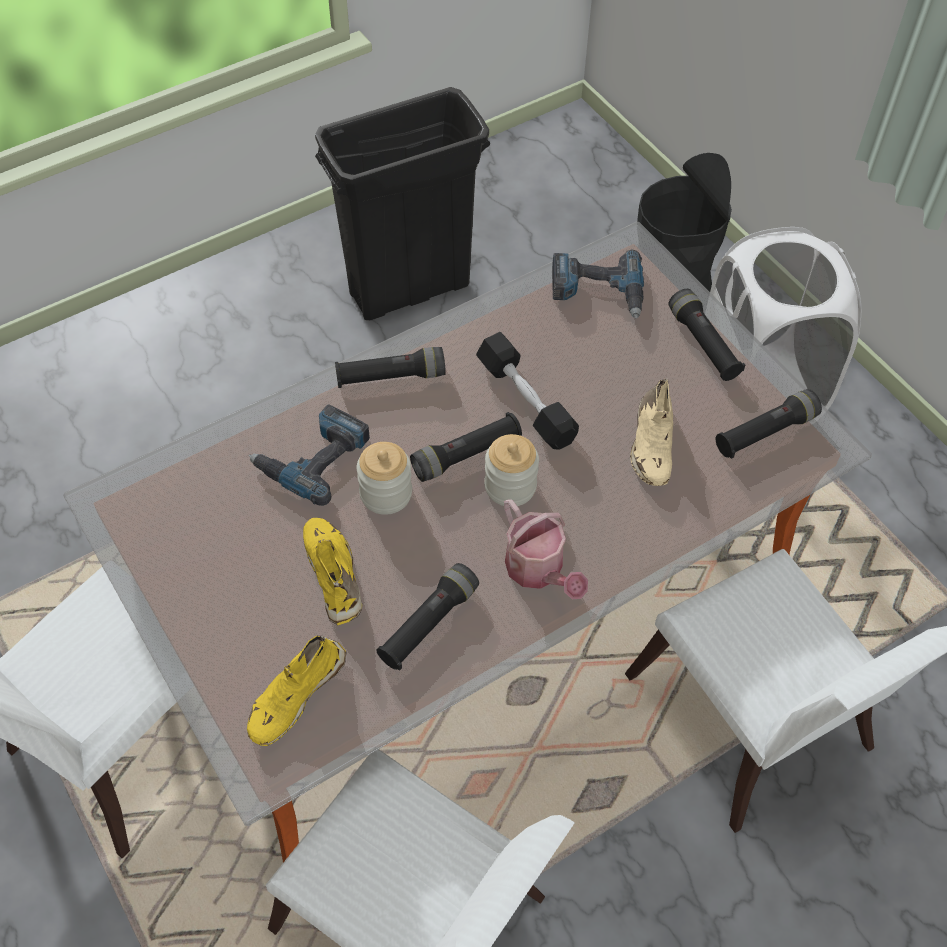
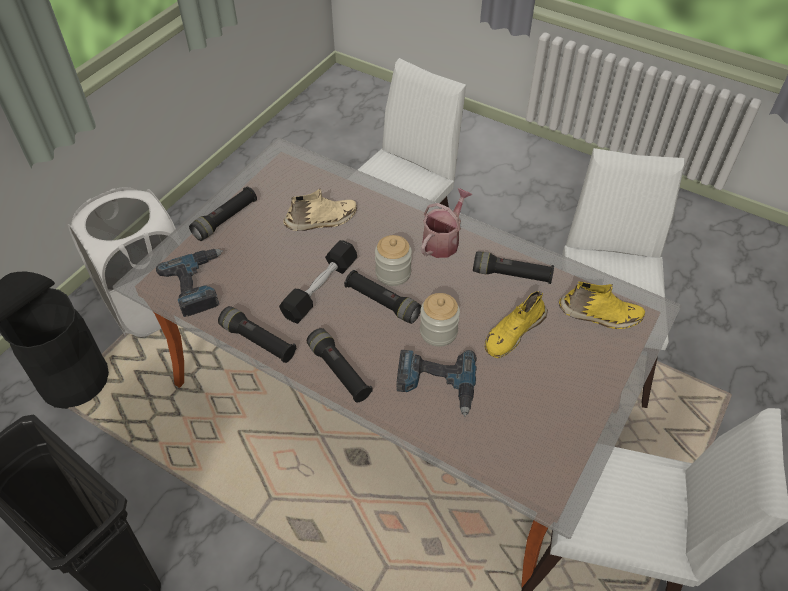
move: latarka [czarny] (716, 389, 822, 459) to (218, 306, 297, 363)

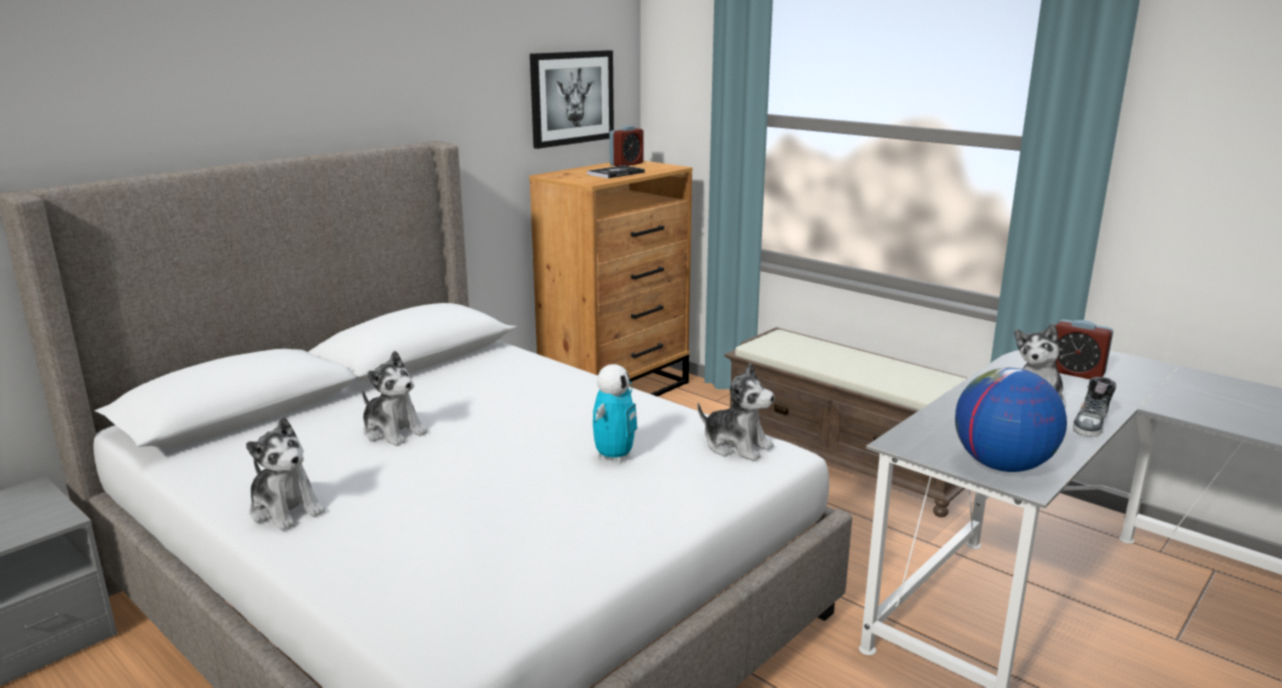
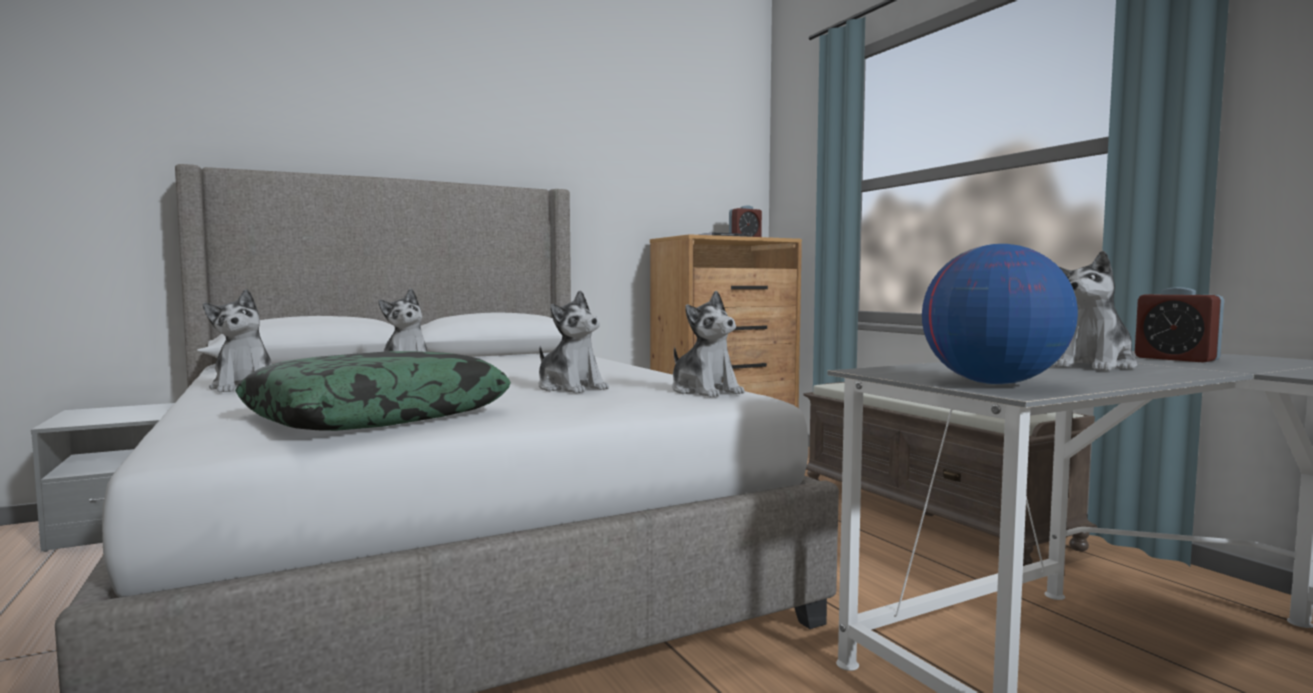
delete: obraz (530, 50, 614, 149); but (1073, 377, 1116, 437)
insert: poduszka (235, 351, 511, 431)
replace: robot zabawkowy (593, 364, 637, 463) to pluszak (539, 290, 609, 393)

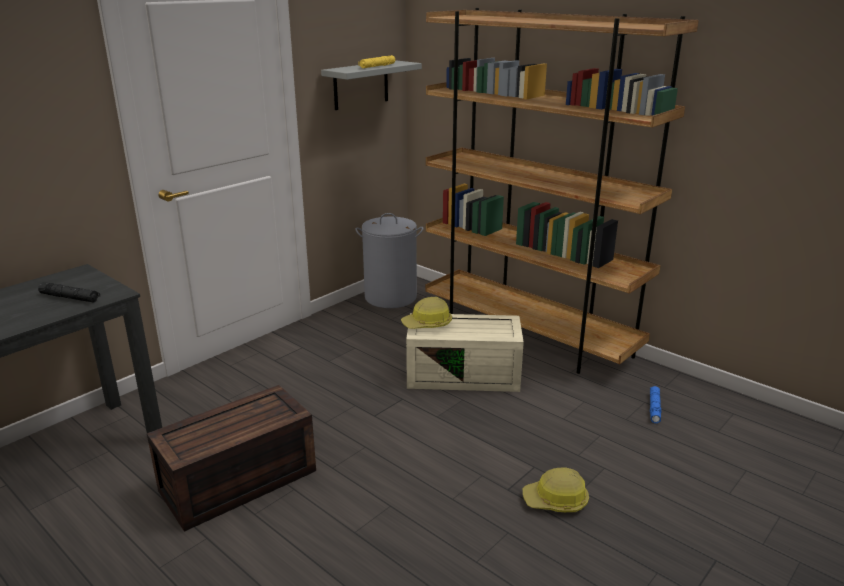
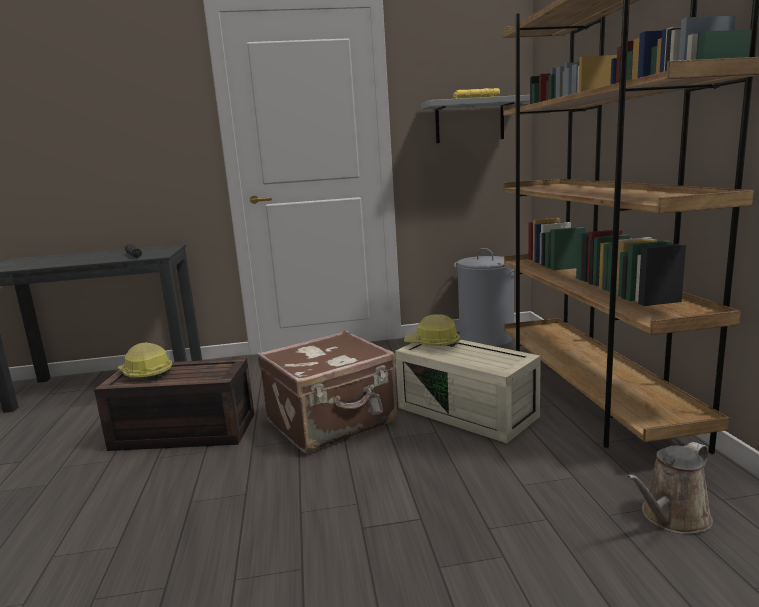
insert: walizka [brązowy] (257, 331, 398, 453)
move: kask (523, 467, 589, 512) to (118, 343, 173, 380)
replace: latarka [niebieski] (650, 386, 661, 423) to konewka [brązowy] (626, 442, 713, 534)

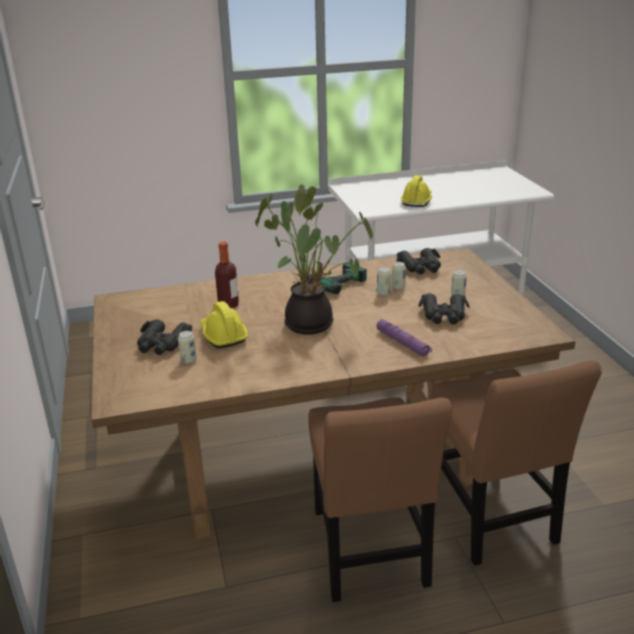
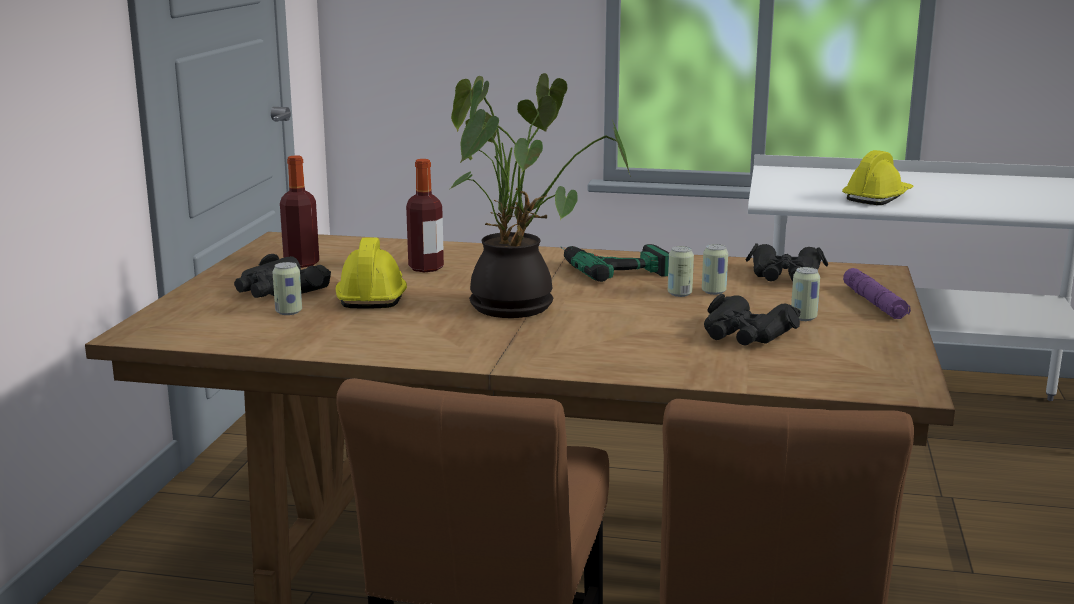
insert: butelka (280, 155, 319, 268)
move: latarka [fioletowy] (377, 319, 432, 357) to (843, 268, 911, 319)

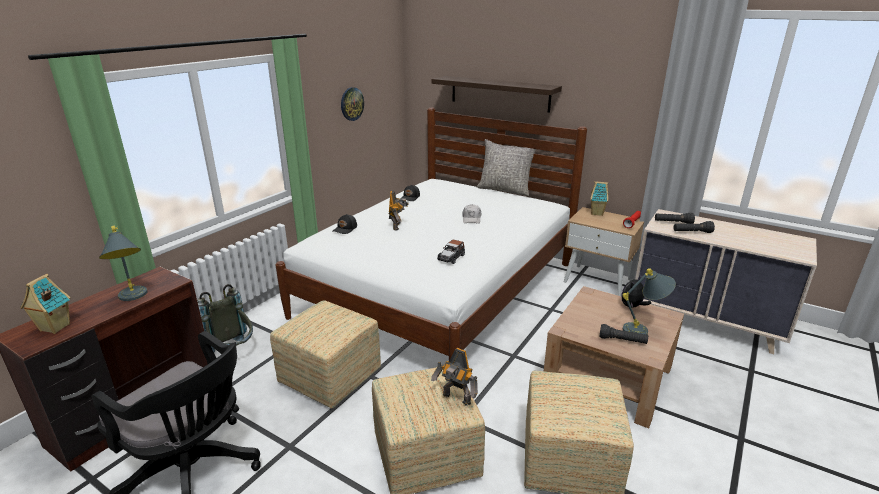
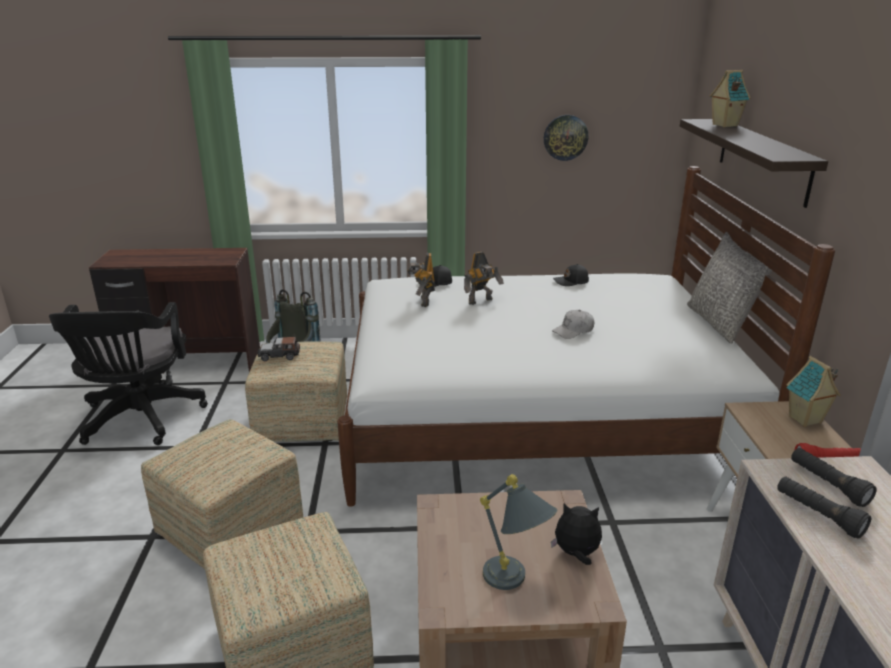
delete: lampa stołowa [szary] (99, 226, 148, 301); latarka [czarny] (599, 324, 648, 344)
move: samochodzik (437, 240, 465, 264) to (257, 337, 300, 361); robot zabawkowy (431, 348, 478, 406) to (407, 253, 435, 307); domek (20, 274, 71, 334) to (710, 70, 750, 127)

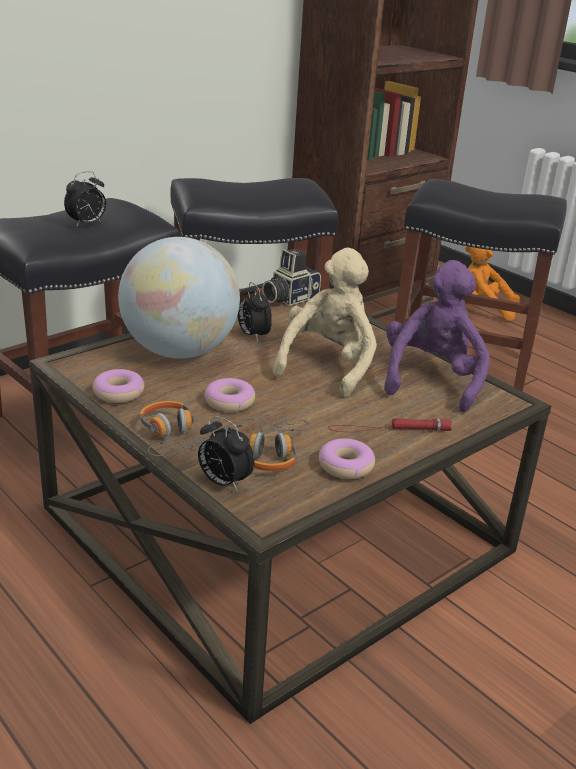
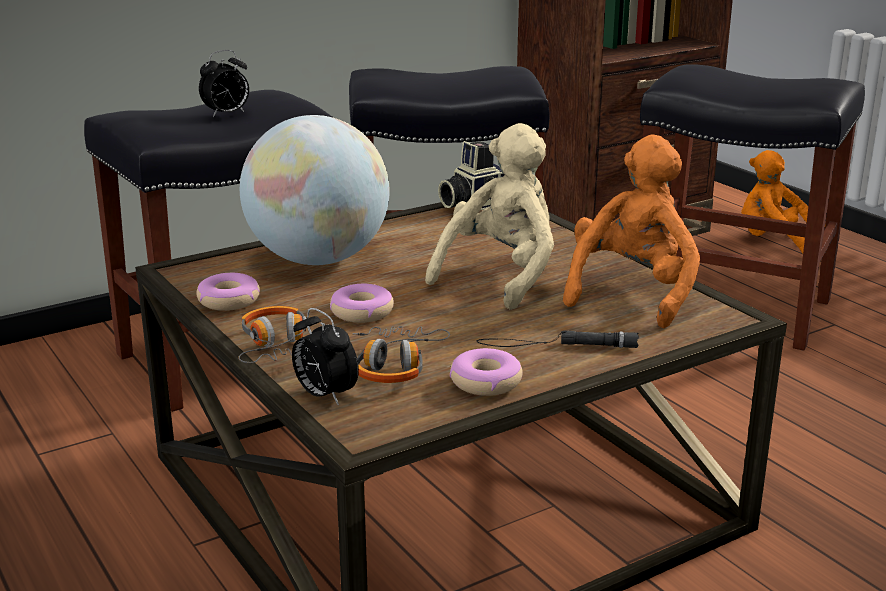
delete: budzik (238, 282, 272, 342)
recolor: latarka [czerwony] (328, 418, 452, 433) to latarka [czarny] (477, 331, 639, 348); pluszak [fioletowy] (384, 260, 490, 412) to pluszak [pomarańczowy] (563, 135, 700, 328)

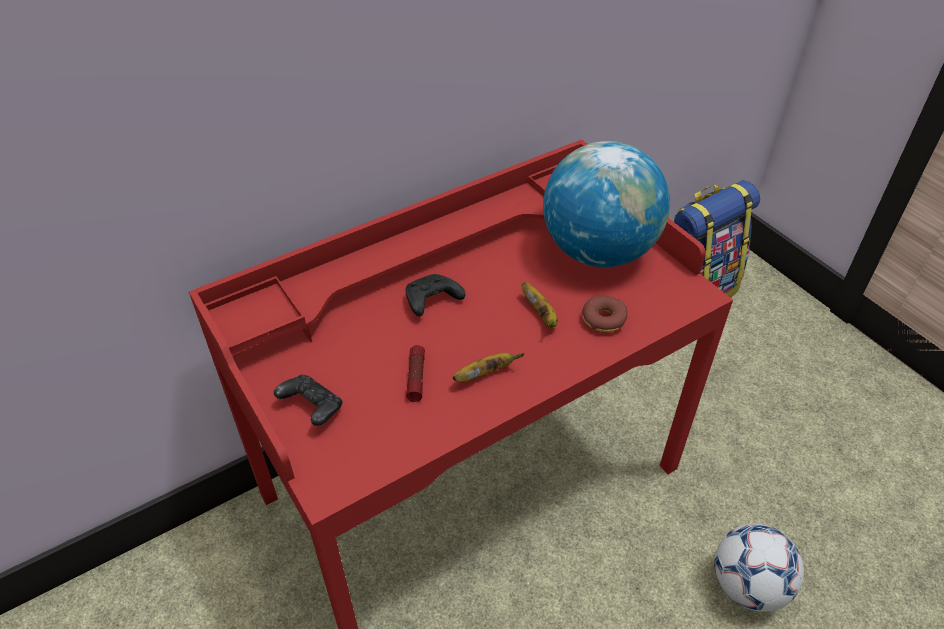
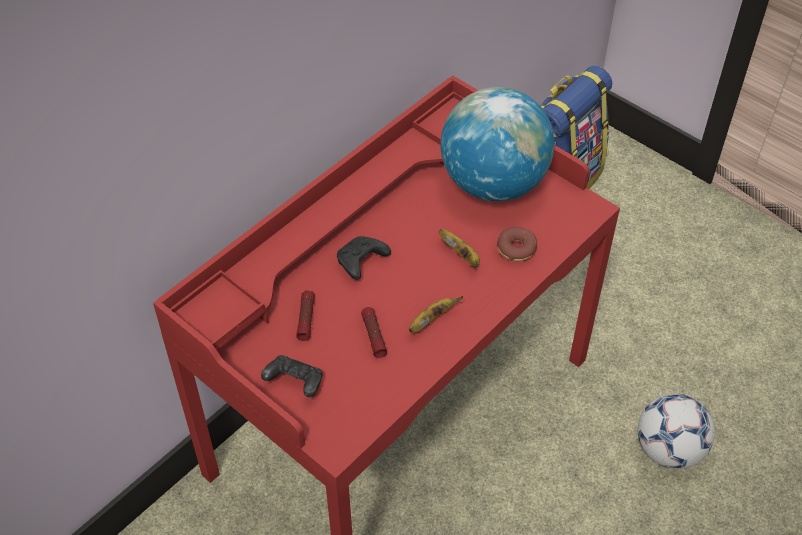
insert: latarka (296, 290, 315, 341)

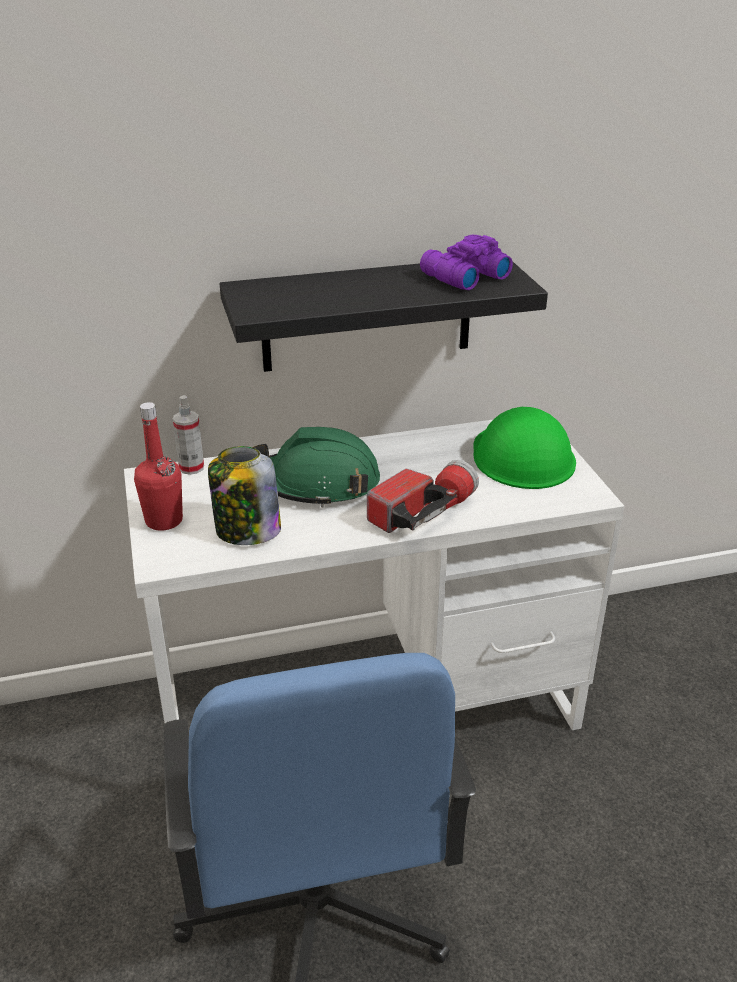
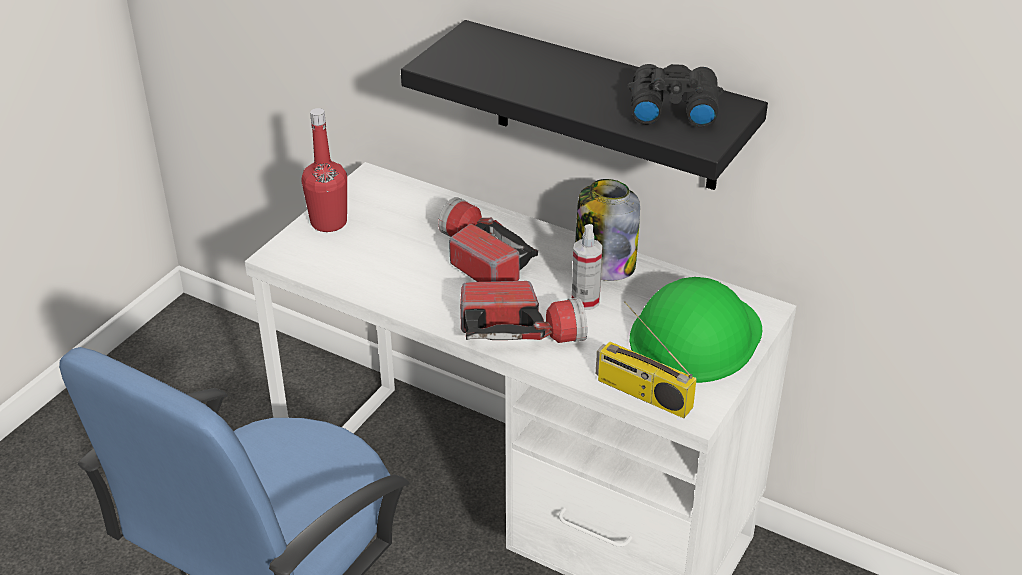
insert: radio (596, 301, 697, 418)
move: spryskiwacz (173, 395, 204, 475) to (572, 224, 603, 310); słoik (208, 446, 281, 545) to (575, 179, 640, 281)
replace: kask [zielony] (252, 427, 380, 508) to latarka (438, 197, 538, 282)
recolor: lornetka [fioletowy] (420, 235, 513, 290) to lornetka [czarny] (627, 64, 724, 128)

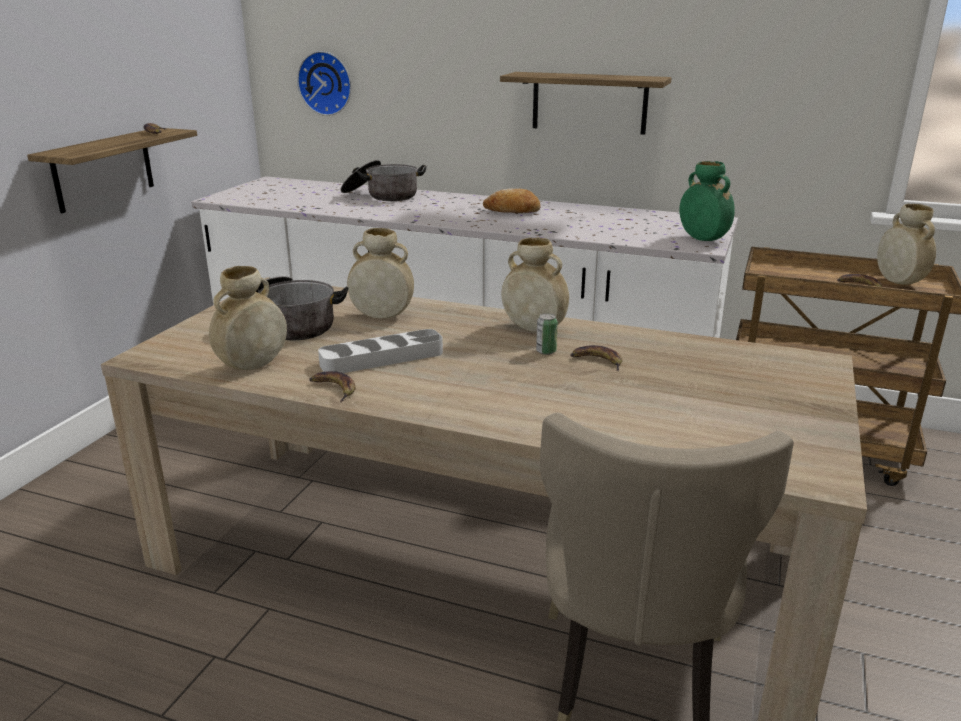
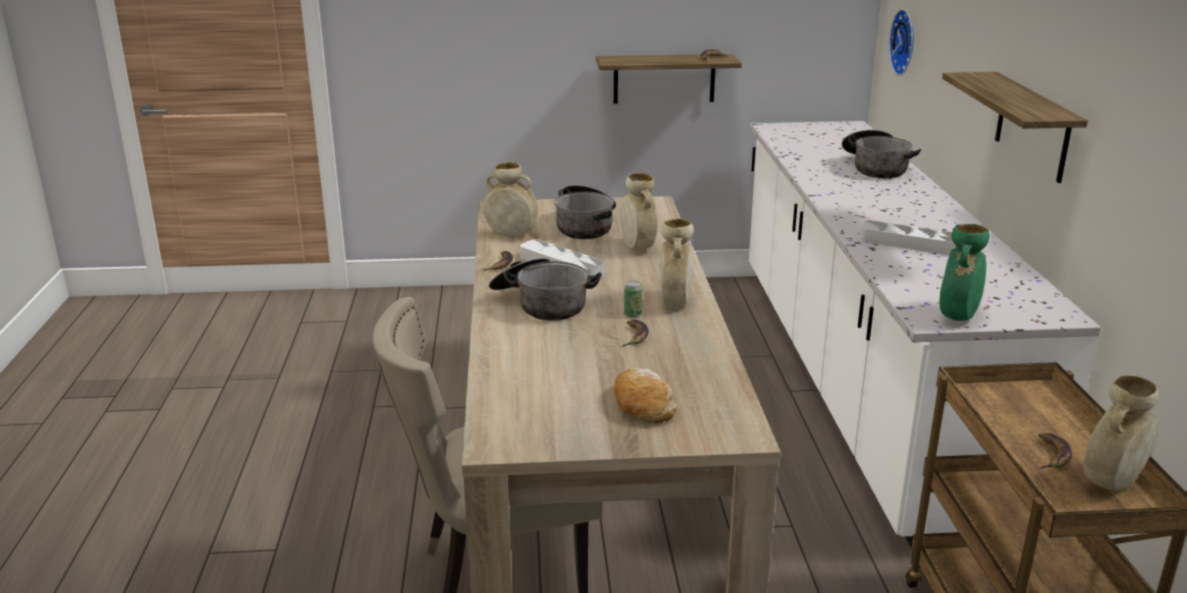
insert: garnek (489, 258, 602, 321); taca [szary] (859, 220, 956, 255)
move: chleb (483, 188, 541, 213) to (614, 368, 677, 423)

